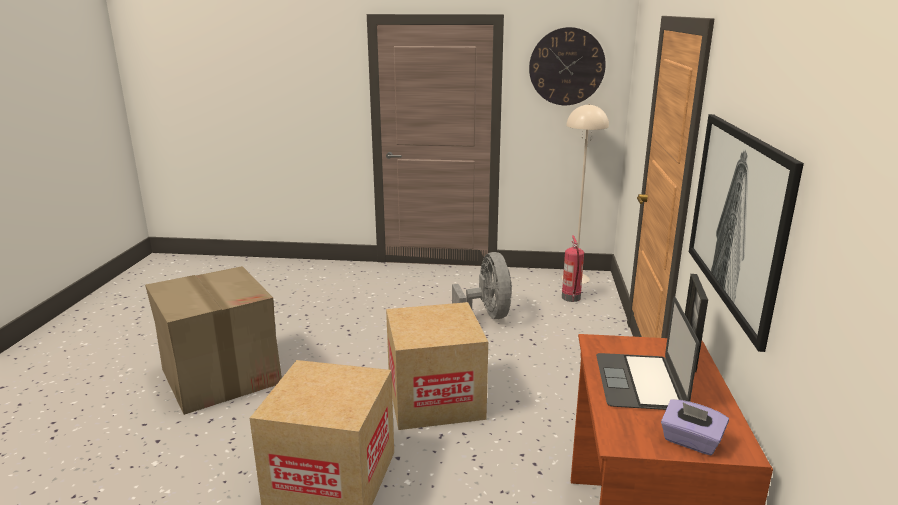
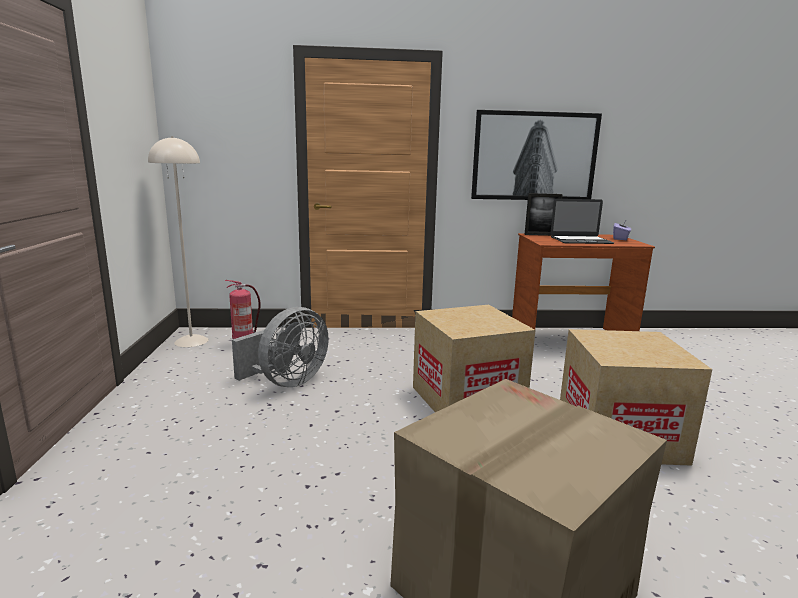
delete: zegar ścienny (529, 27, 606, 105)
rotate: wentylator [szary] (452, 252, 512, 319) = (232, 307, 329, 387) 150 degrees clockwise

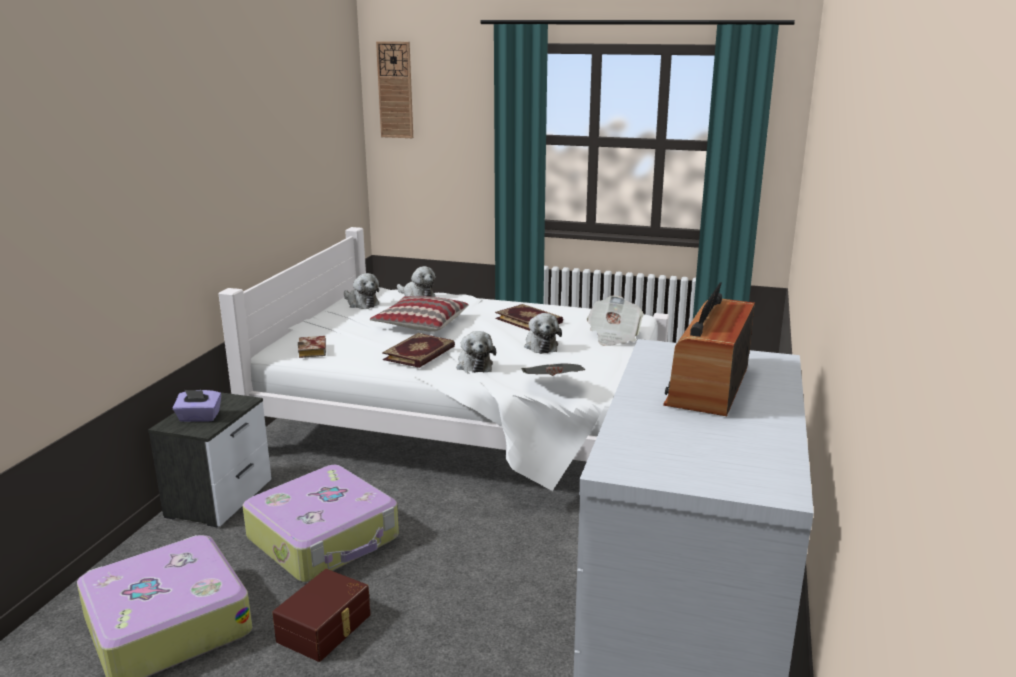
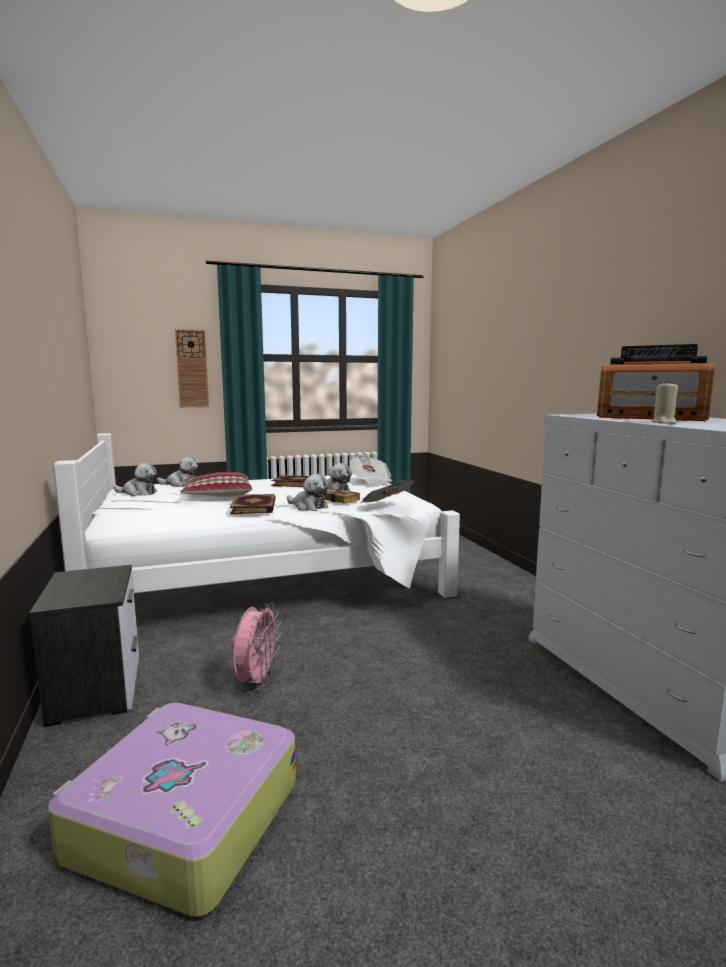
delete: pudełko chusteczek [fioletowy] (173, 390, 221, 422); pojemnik do przechowywania [brązowy] (272, 569, 371, 662)
insert: świeca [beżowy] (651, 381, 678, 424)
move: zegar ścienny (376, 41, 413, 138) to (175, 329, 209, 407); książka (298, 336, 326, 358) to (324, 489, 360, 504)
replace: walizka (243, 465, 399, 582) to wentylator [różowy] (231, 603, 281, 689)
rotate: radio (663, 282, 755, 416) = (597, 344, 716, 421) 45 degrees counterclockwise

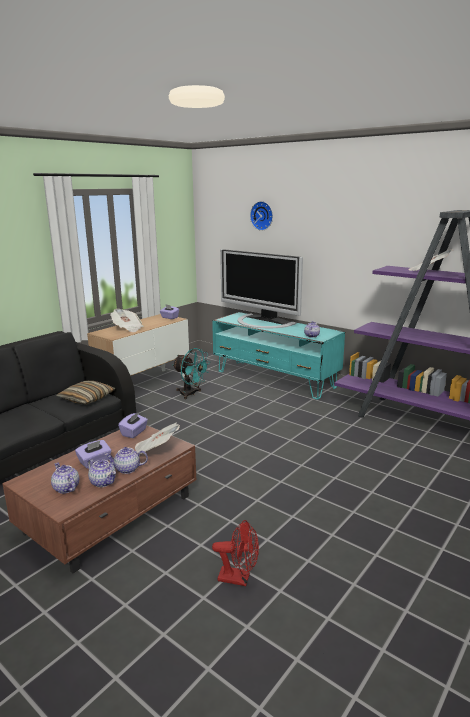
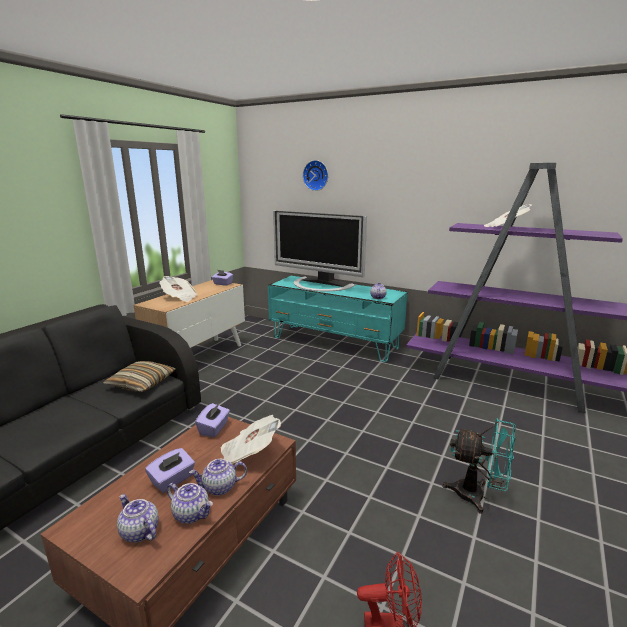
move: wentylator [turkusowy] (173, 348, 210, 399) to (442, 418, 516, 514)

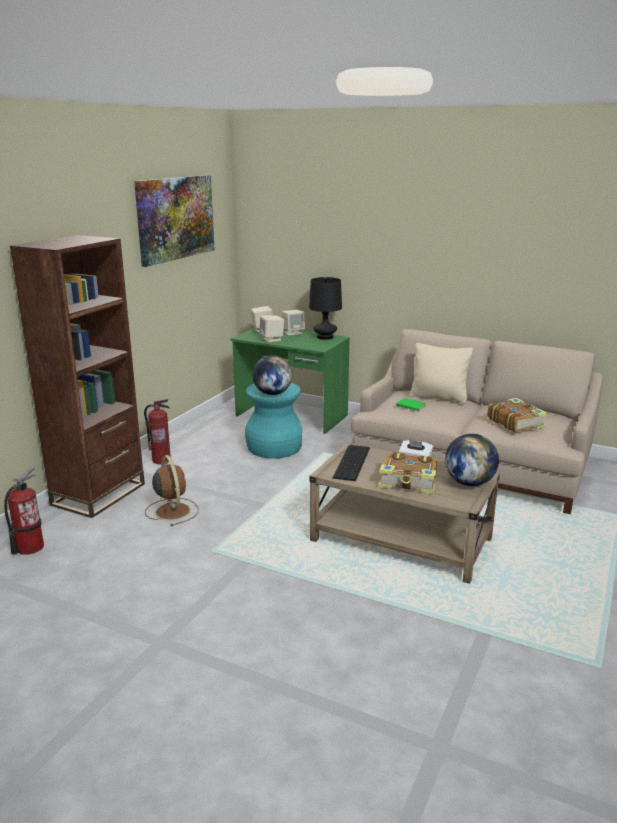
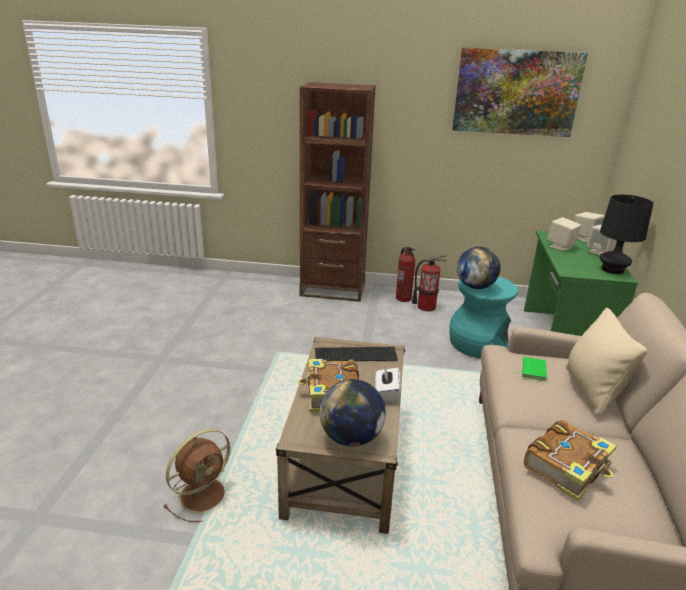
move: wentylator [brązowy] (145, 455, 198, 526) to (163, 429, 230, 522); gaśnica (4, 467, 44, 555) to (412, 255, 446, 311)

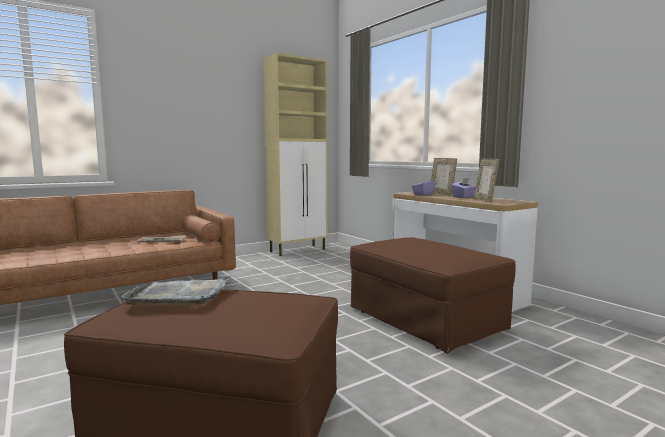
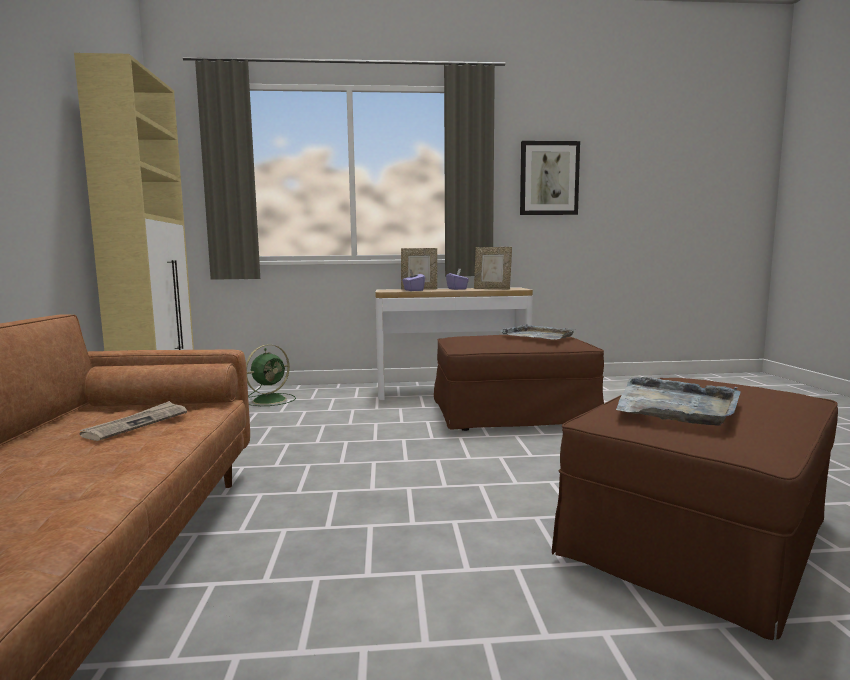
insert: wentylator [zielony] (246, 344, 296, 406); taca [szary] (500, 324, 575, 340); obraz (520, 141, 580, 215)

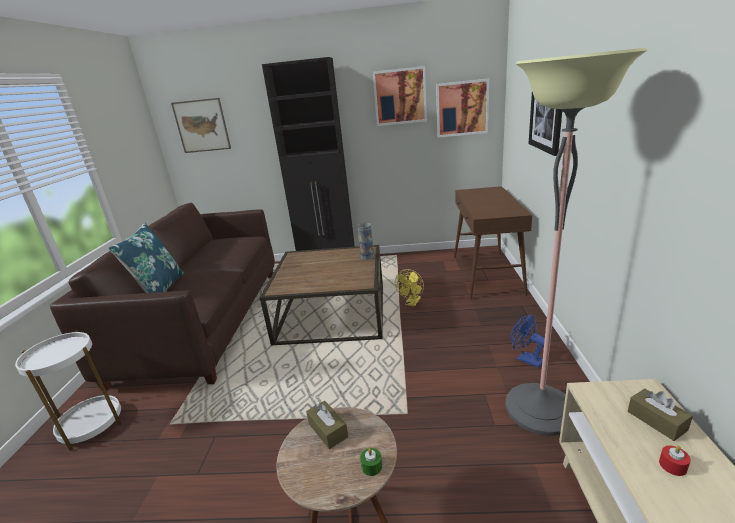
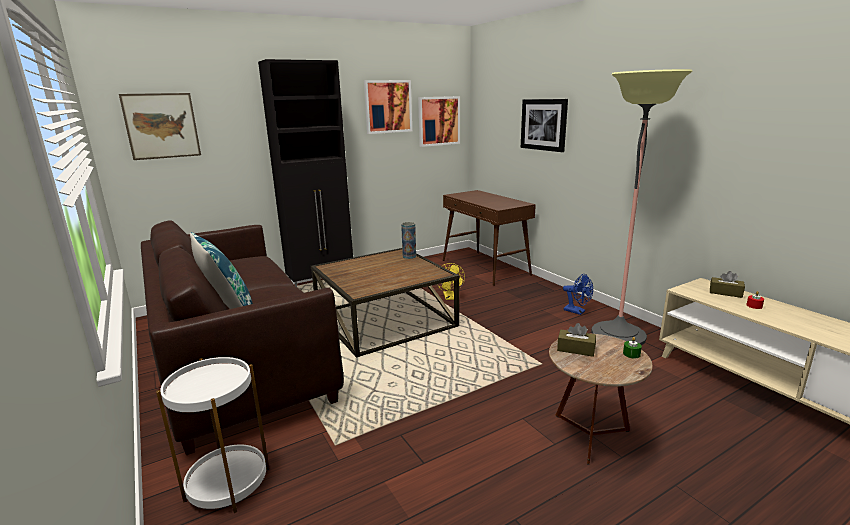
rotate: wentylator [niebieski] (511, 314, 545, 368) = (563, 274, 593, 315) 150 degrees counterclockwise

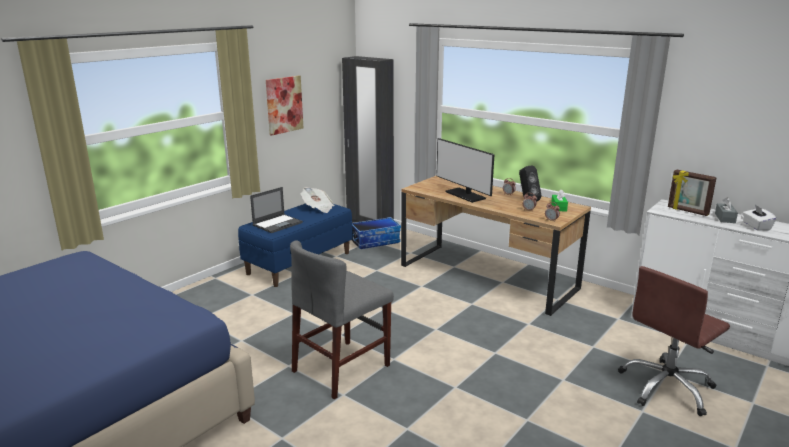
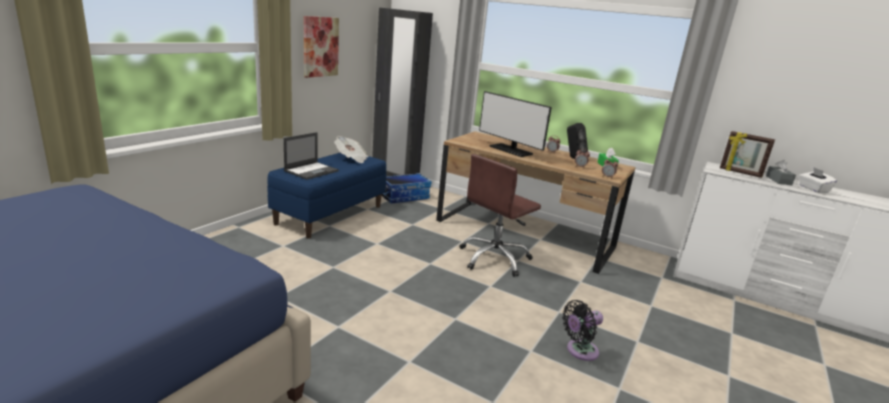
delete: krzesło [szary] (290, 240, 394, 399)
insert: wentylator [czarny] (562, 300, 603, 361)
move: krzesło biurowe [brązowy] (618, 266, 730, 416) to (460, 154, 541, 277)

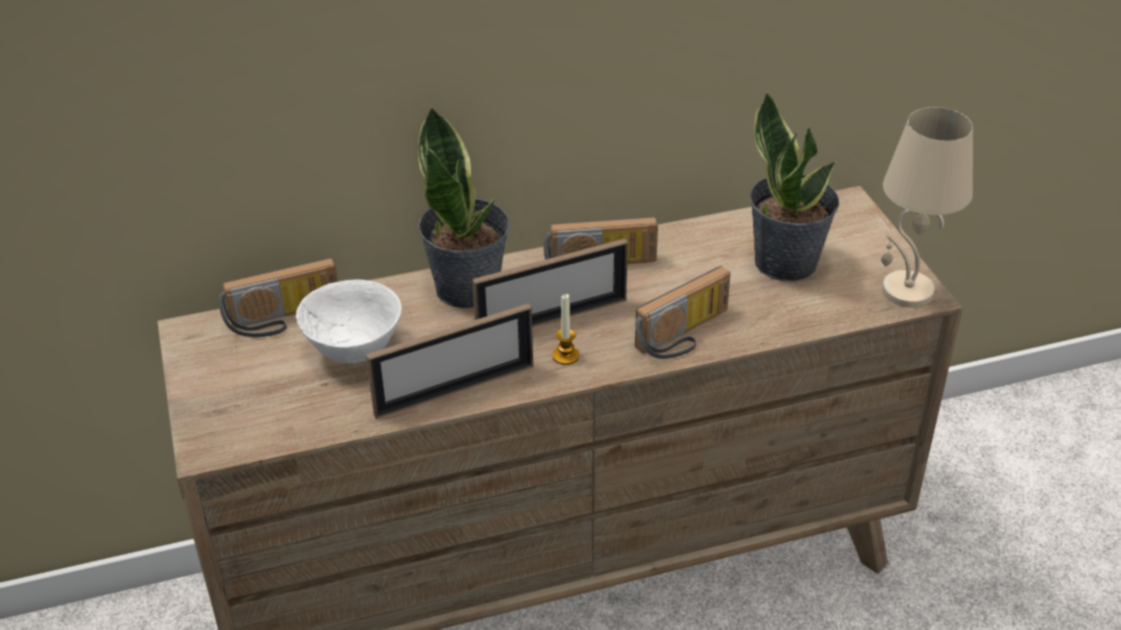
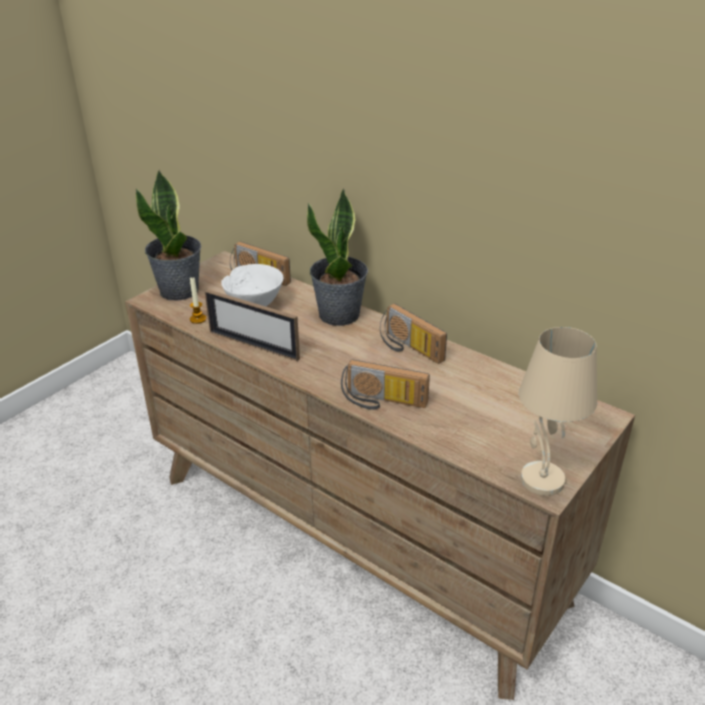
delete: ramka na zdjęcie (472, 239, 628, 327)
move: roślina doniczkowa (749, 91, 839, 281) to (136, 170, 201, 301); świeca (553, 294, 579, 365) to (190, 277, 206, 324)

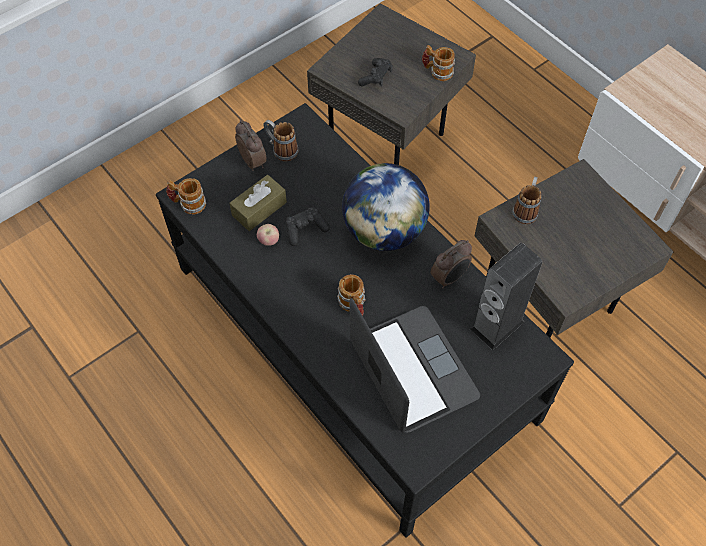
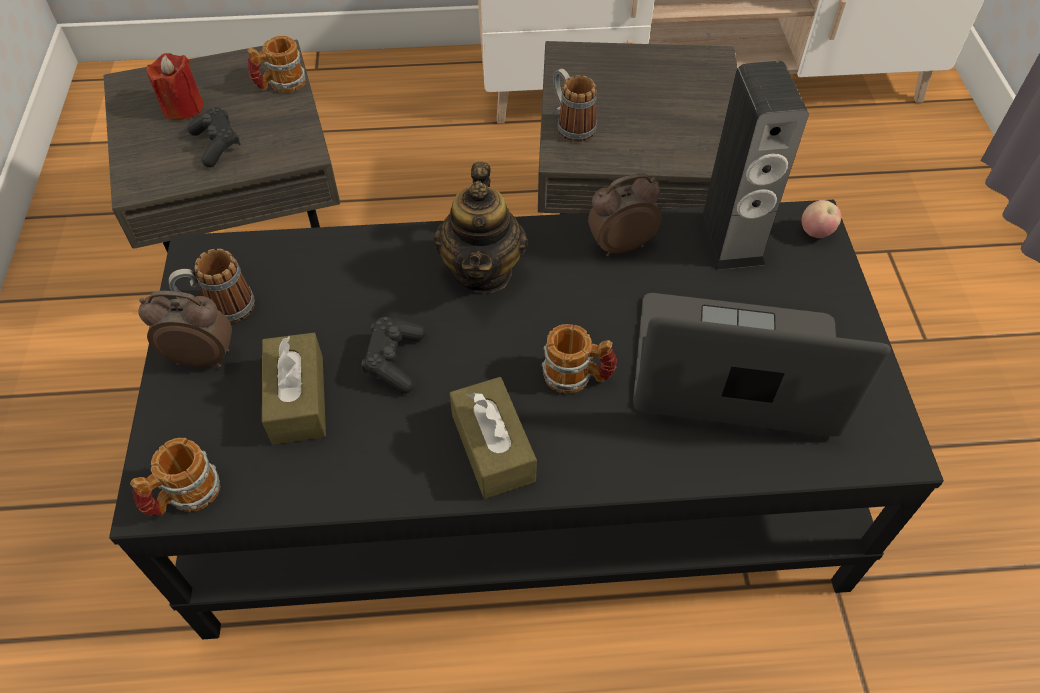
insert: świeca [czerwony] (146, 53, 204, 120); pudełko chusteczek [brązowy] (450, 377, 537, 499)
move: jabłko (257, 224, 279, 246) to (802, 200, 841, 238)
replace: globus (342, 163, 430, 251) to imbryk (434, 162, 528, 294)
rotate: budzik (430, 240, 472, 289) = (588, 173, 662, 257) 105 degrees counterclockwise

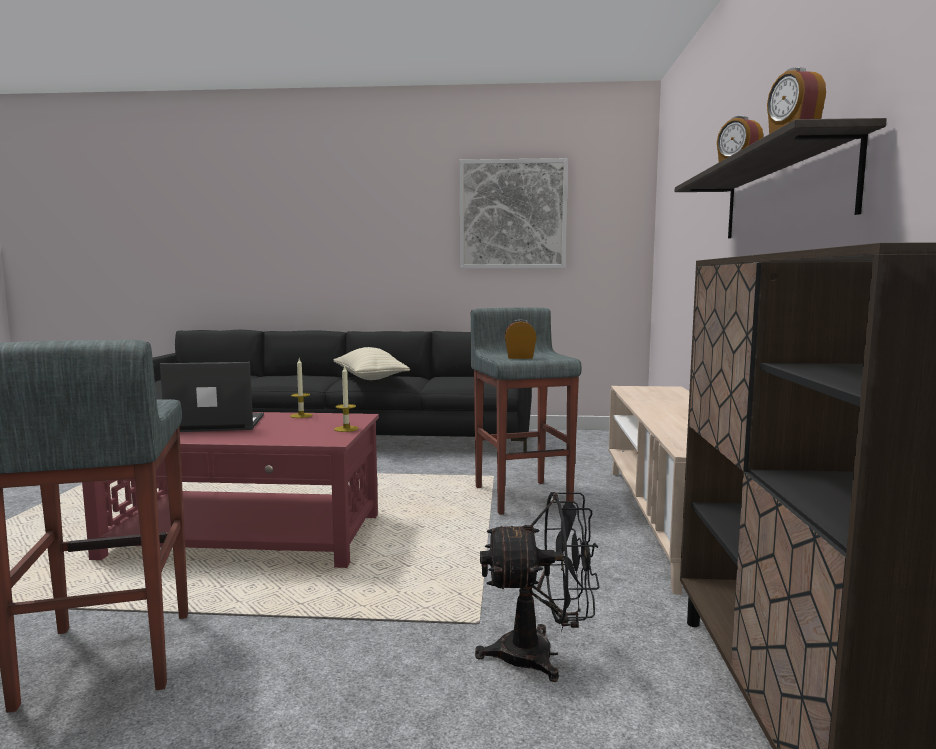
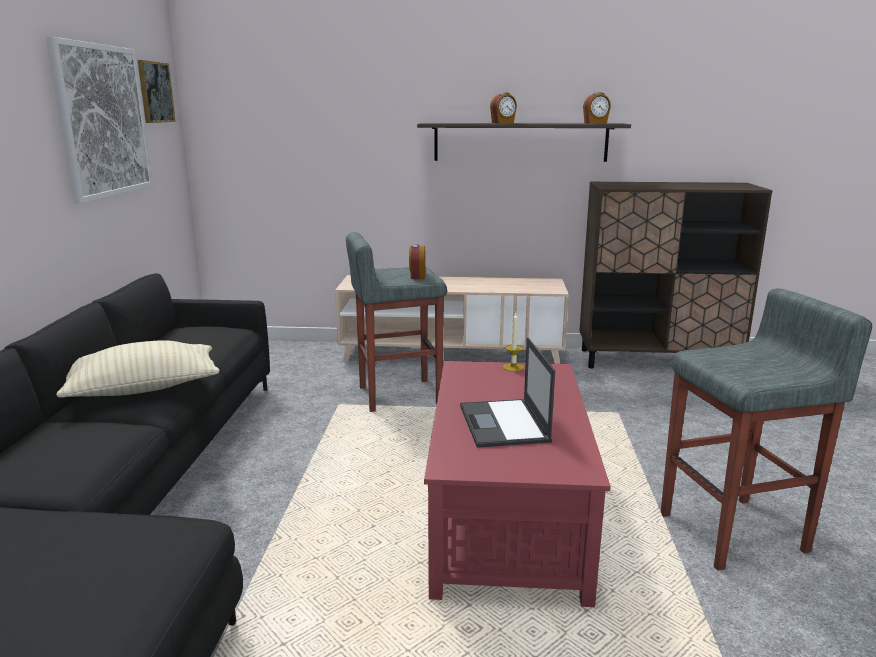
delete: świeca (290, 359, 312, 418); wentylator [czarny] (475, 492, 600, 682)
insert: obraz (138, 60, 176, 123)

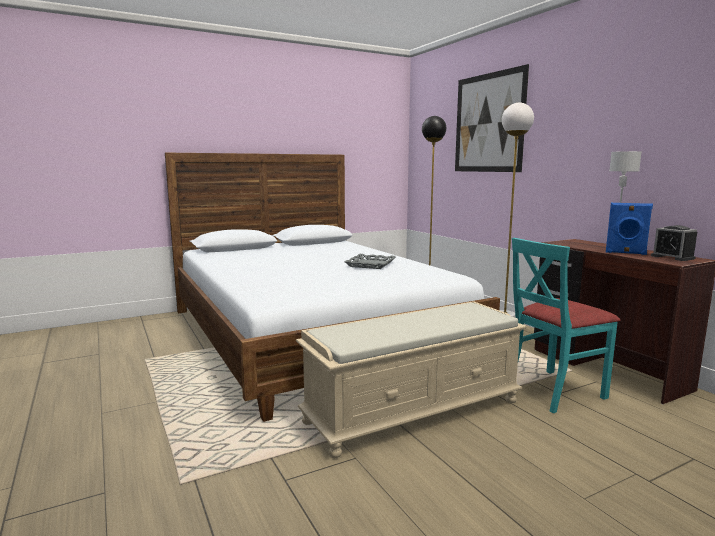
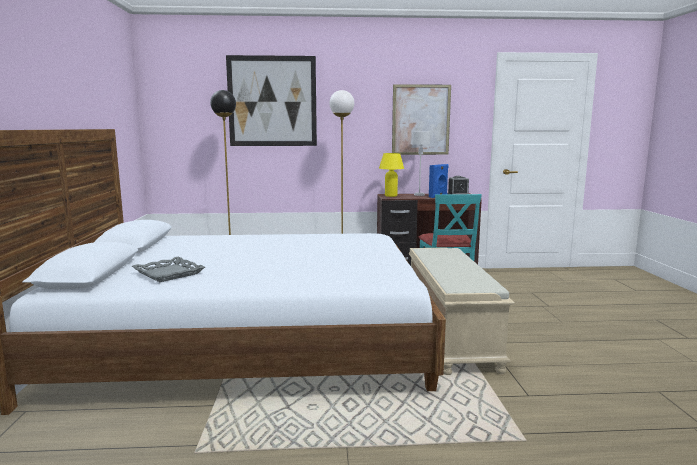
insert: lampa stołowa [żółty] (379, 153, 404, 197); obraz (392, 84, 451, 155)
move: taca [szary] (345, 254, 396, 269) to (132, 256, 205, 282)

